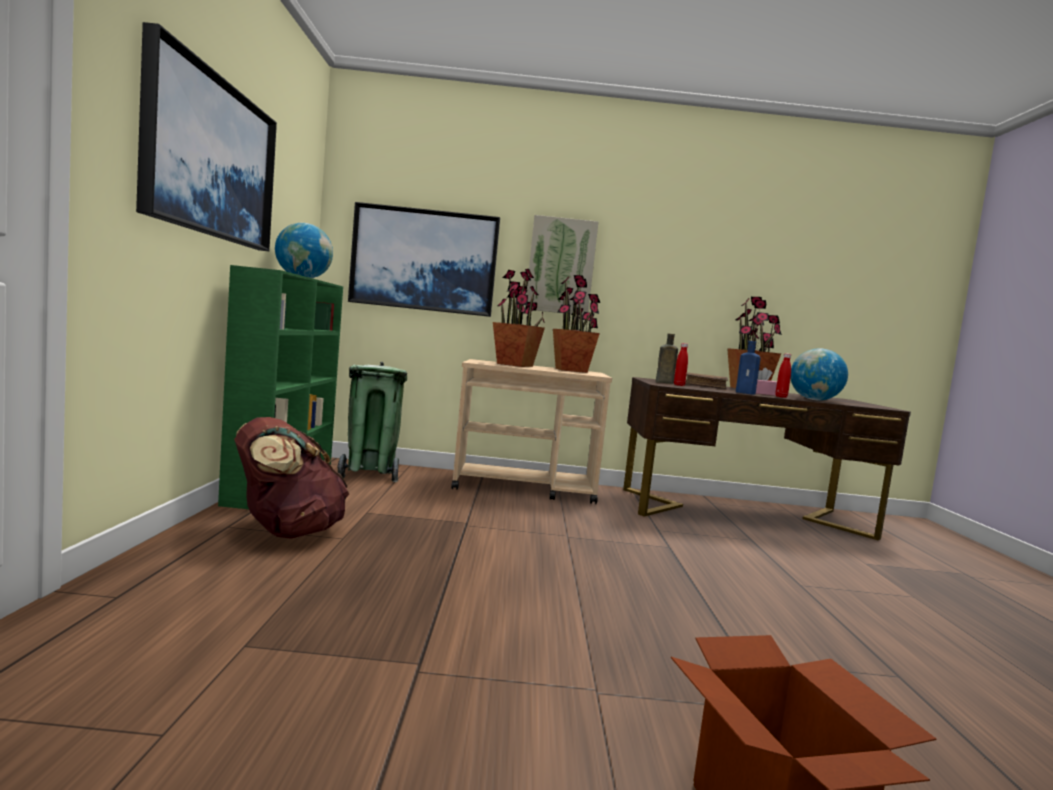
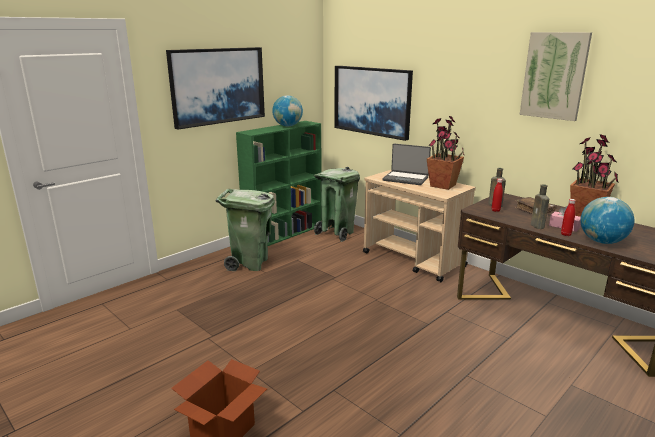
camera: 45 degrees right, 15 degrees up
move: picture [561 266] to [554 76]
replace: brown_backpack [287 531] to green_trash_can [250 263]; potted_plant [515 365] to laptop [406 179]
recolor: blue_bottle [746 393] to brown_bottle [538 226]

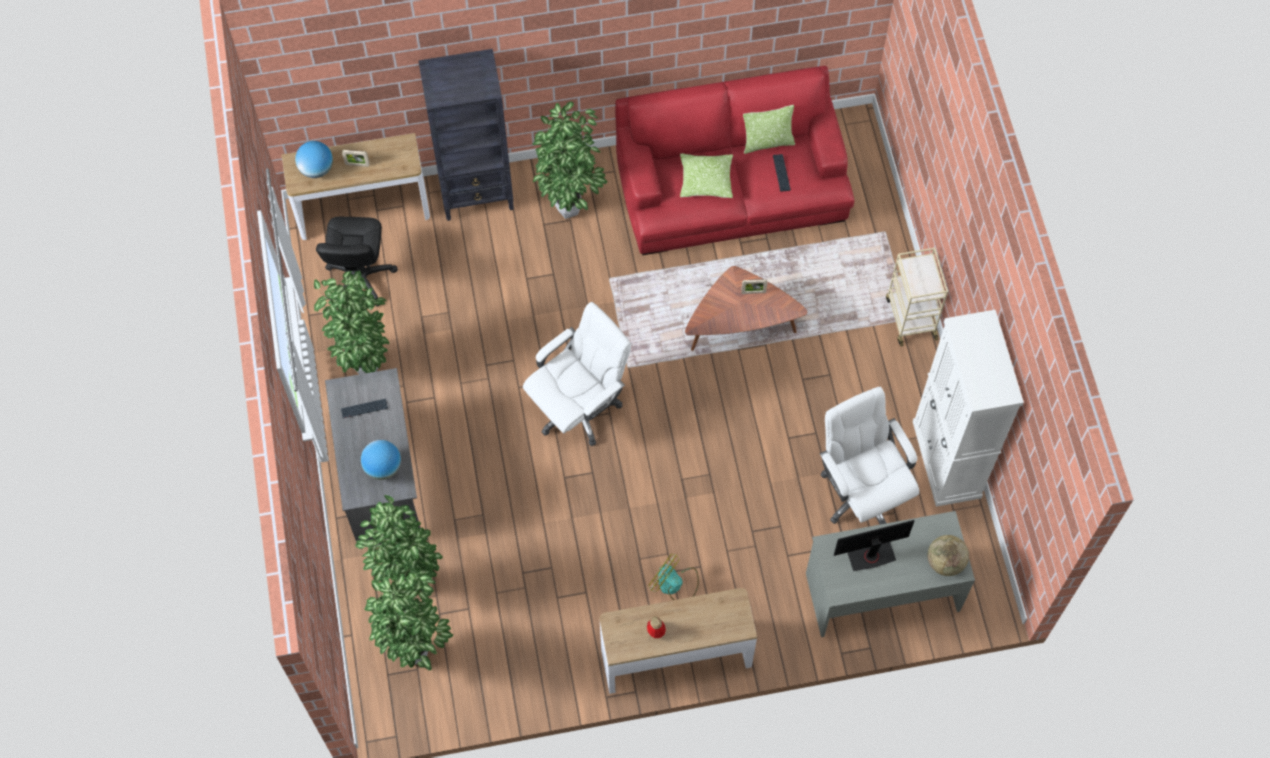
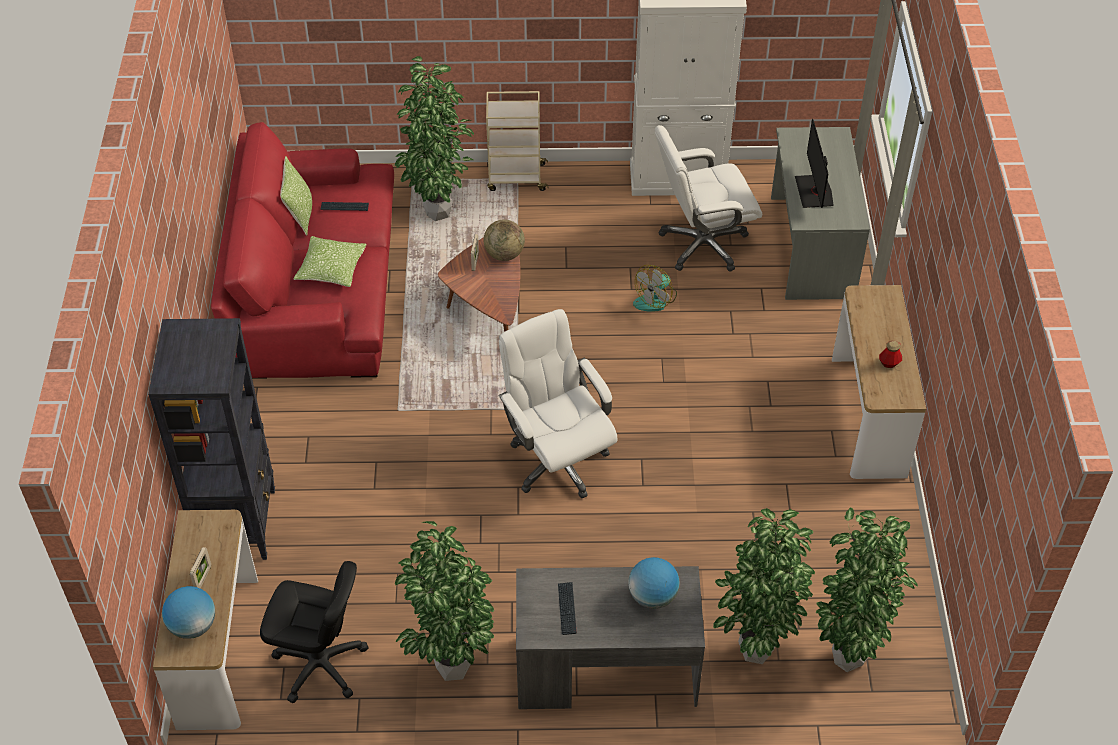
camera: 80 degrees left, 15 degrees down
move: potted_plant [571 209] to [437 211]; fan [674 584] to [655 299]; globe [945 562] to [504 254]

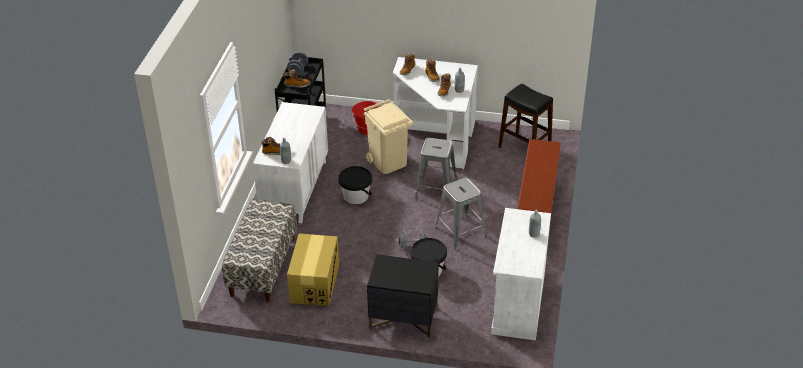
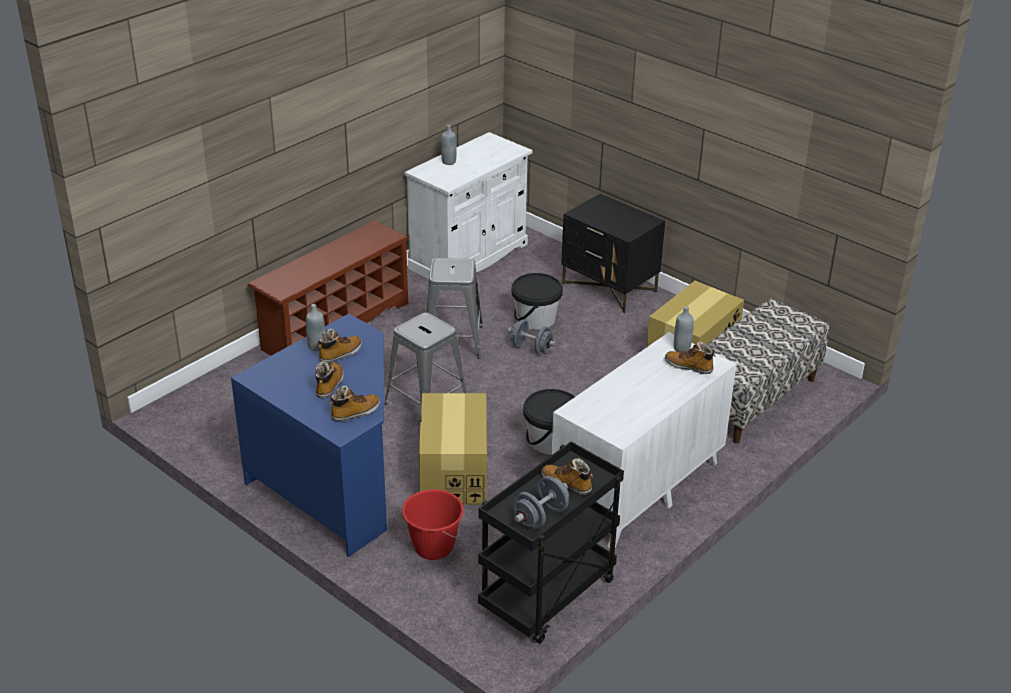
camera: 150 degrees left, 5 degrees down
delete: black_stool [524 148]
replace: beige_trash_can [388 162] to cardboard_box [454 473]
recolor: white_desk [437 137] to blue_desk [335 483]

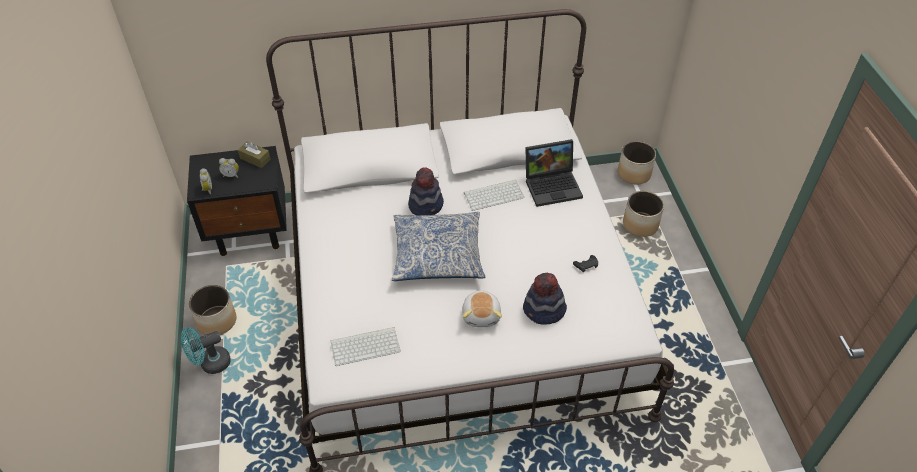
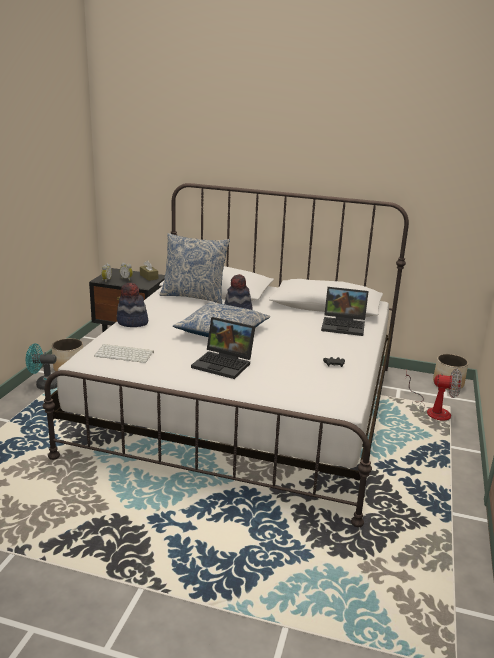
camera: 25 degrees right, 25 degrees down
delete: keyboard [494 195]
insert: pillow [194 296]
move: hat [544 310] to [132 322]
replace: plush_toy [482 315] to laptop [224 364]; planter [640 224] to fan [432 410]

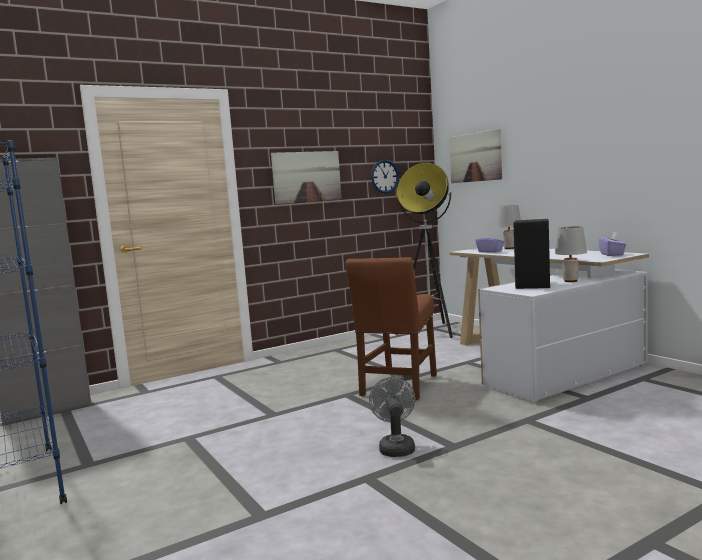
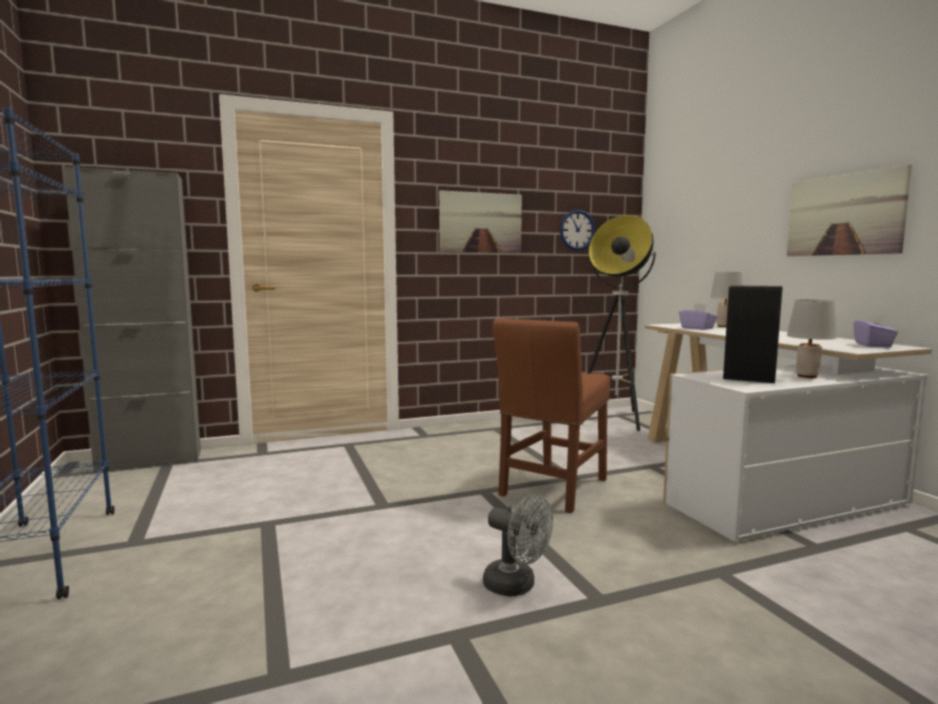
camera: 10 degrees right, 0 degrees up
move: picture [475 157] to [844 215]
rotate: grey_fan [396 447] = [516 586] 120 degrees clockwise

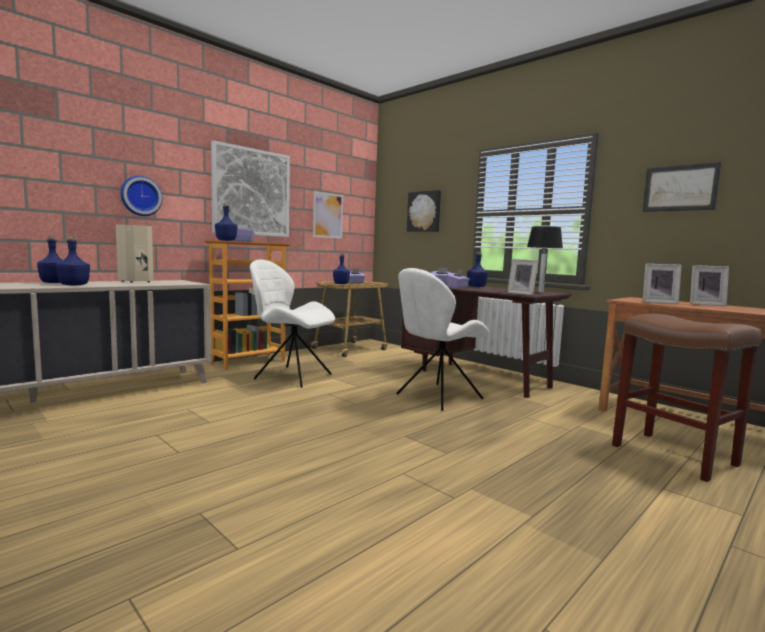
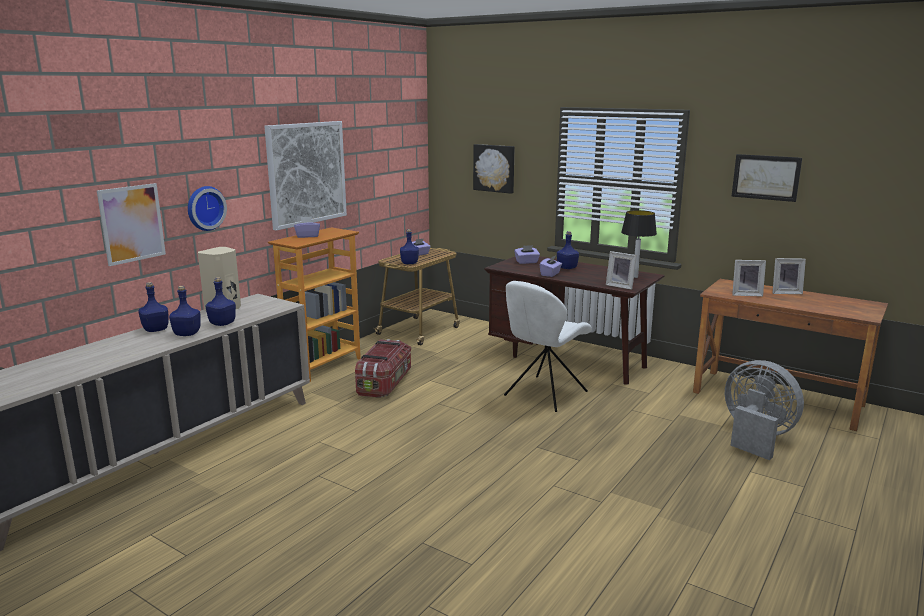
camera: 10 degrees left, 10 degrees up
move: blue_bottle [226 240] to [222 324]; picture [327 215] to [132 223]
replace: white_chair [291 376] to storage_box [385 383]; brown_stool [671 455] to grey_fan [755 437]

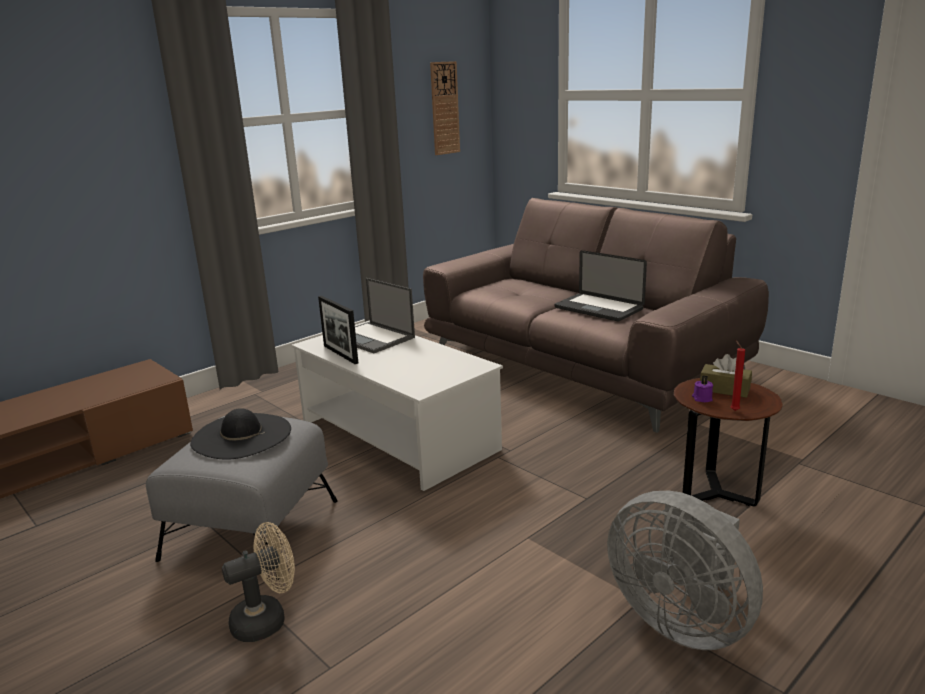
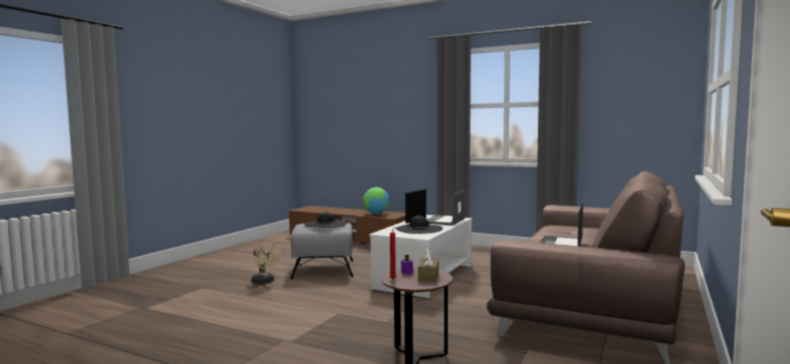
camera: 70 degrees right, 15 degrees down
delete: wall_clock [444 108]; grey_fan [681 620]
insert: globe [376 213]; black_hat [419 229]

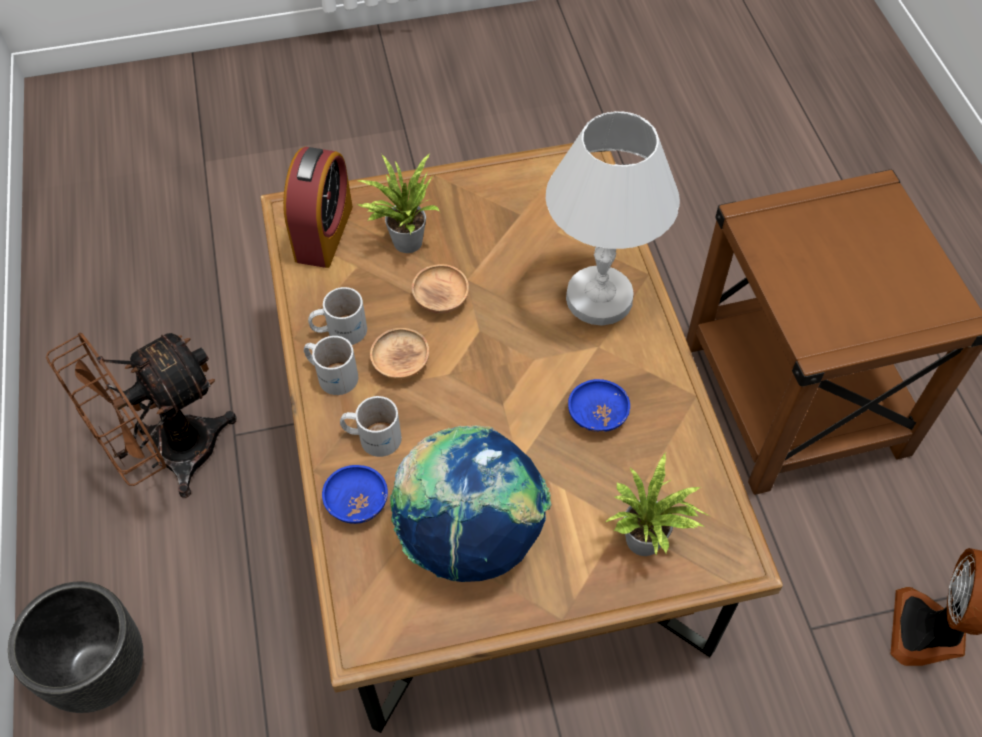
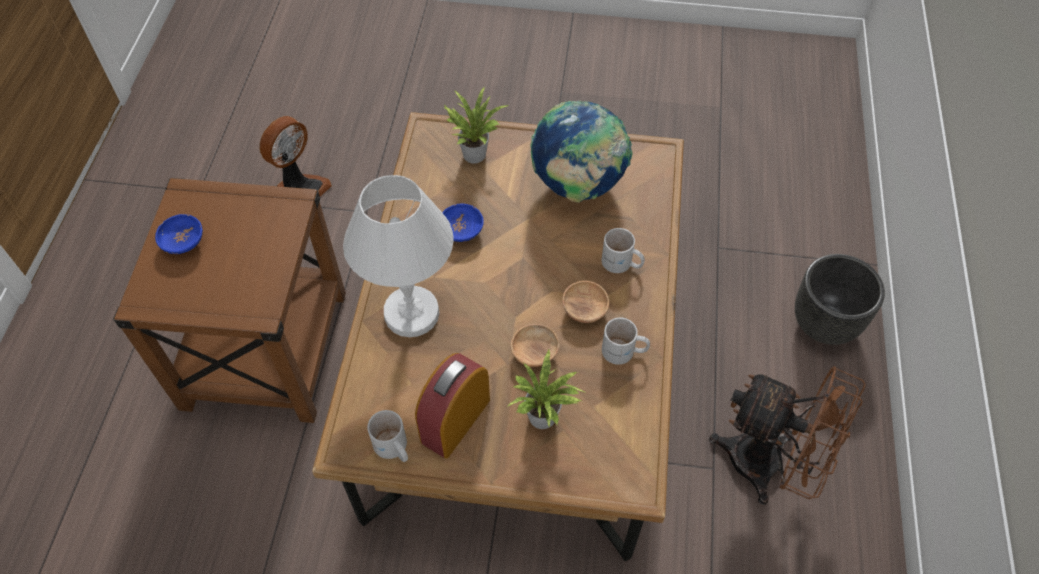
camera: 160 degrees left, 0 degrees up
move: alarm_clock [324 233] to [455 420]; white_mug [332 373] to [392 449]; blue_bowl [357 503] to [183 242]
rotate: brown_fan [169 457] = [769 466] 45 degrees clockwise

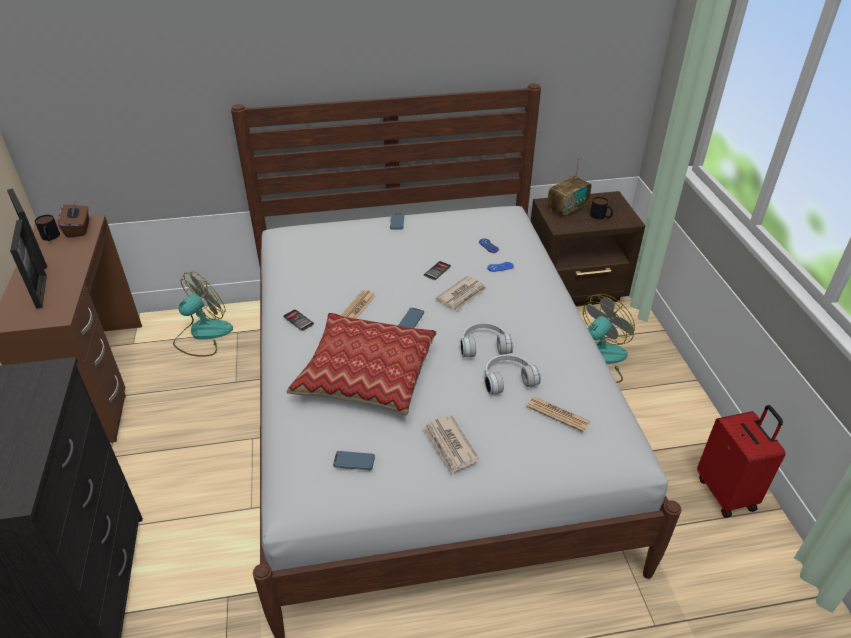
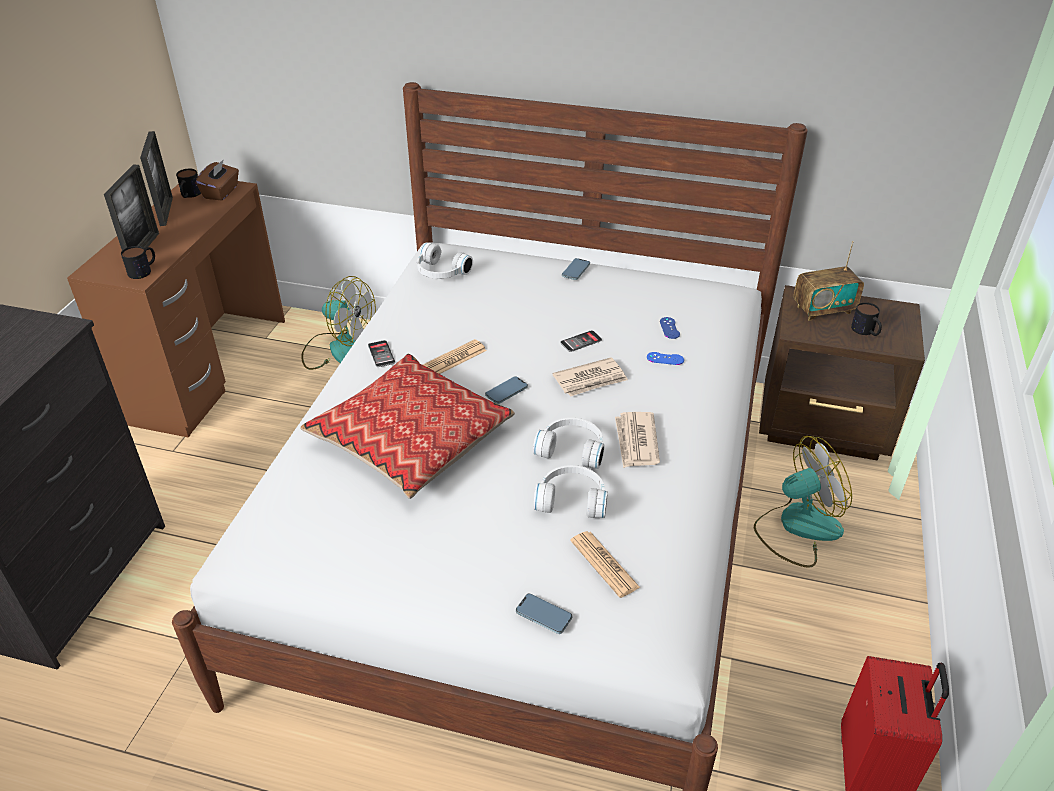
camera: 25 degrees right, 0 degrees up
insert: mug [144 270]; white_headphones [440 272]
move: phone [354 462] to [543 615]; newspaper [449 445] to [636 442]
rotate: fan [202 335] = [339 349] 45 degrees clockwise

